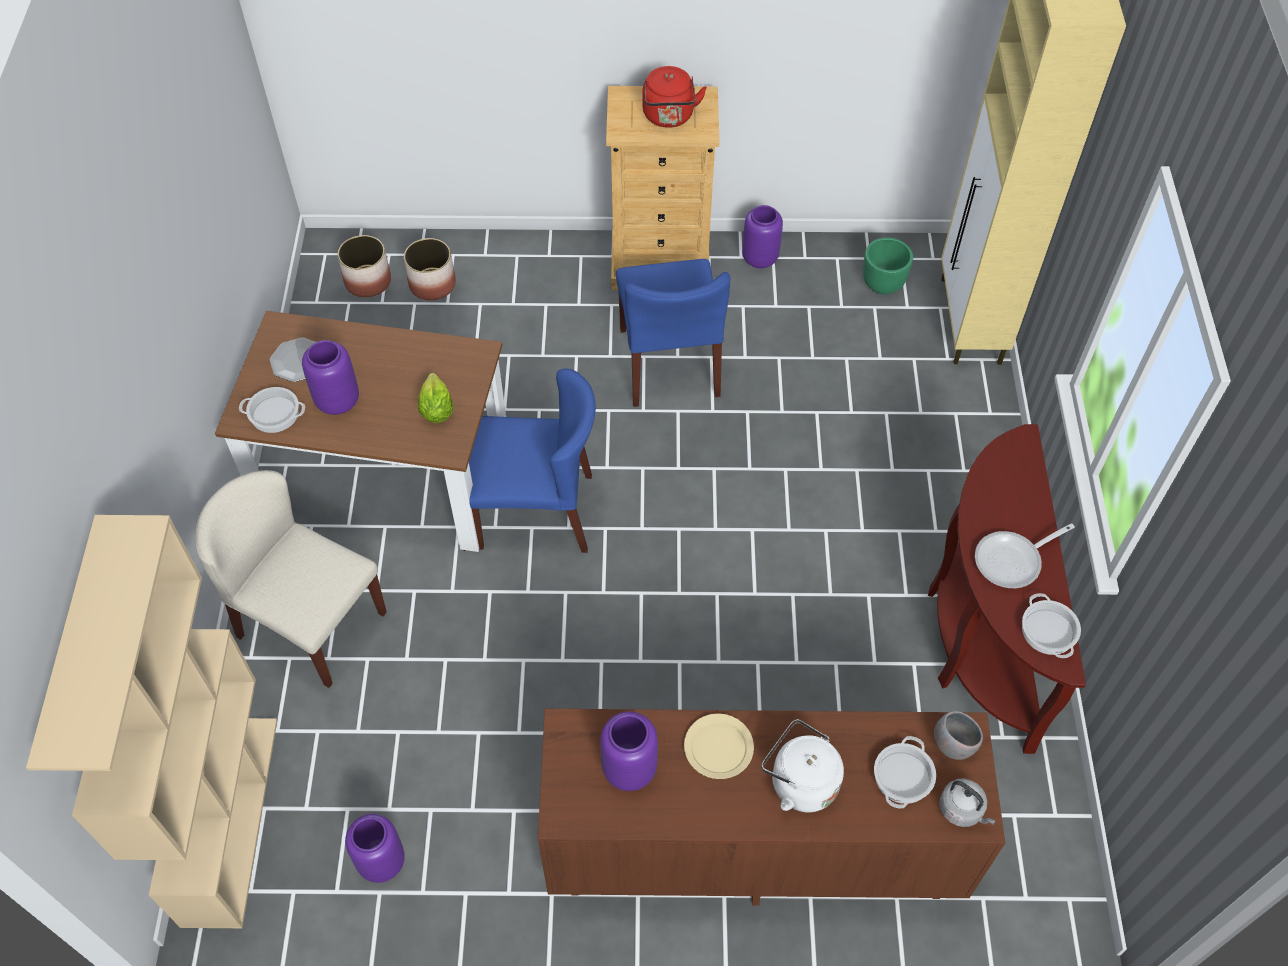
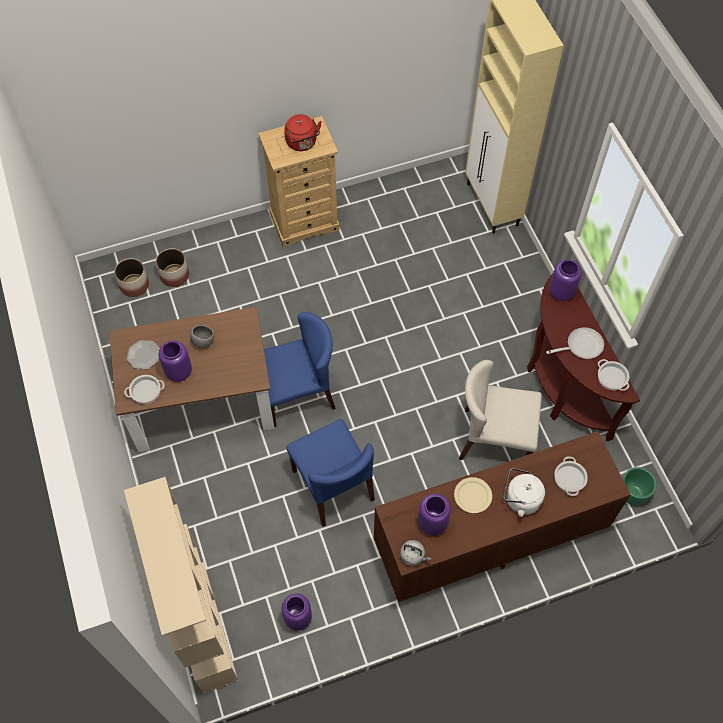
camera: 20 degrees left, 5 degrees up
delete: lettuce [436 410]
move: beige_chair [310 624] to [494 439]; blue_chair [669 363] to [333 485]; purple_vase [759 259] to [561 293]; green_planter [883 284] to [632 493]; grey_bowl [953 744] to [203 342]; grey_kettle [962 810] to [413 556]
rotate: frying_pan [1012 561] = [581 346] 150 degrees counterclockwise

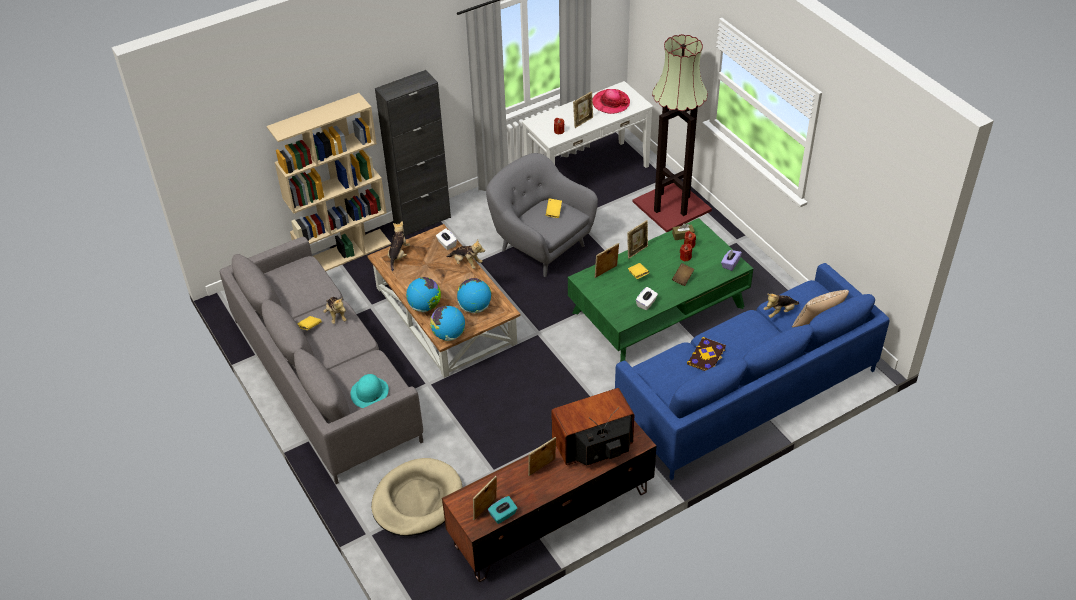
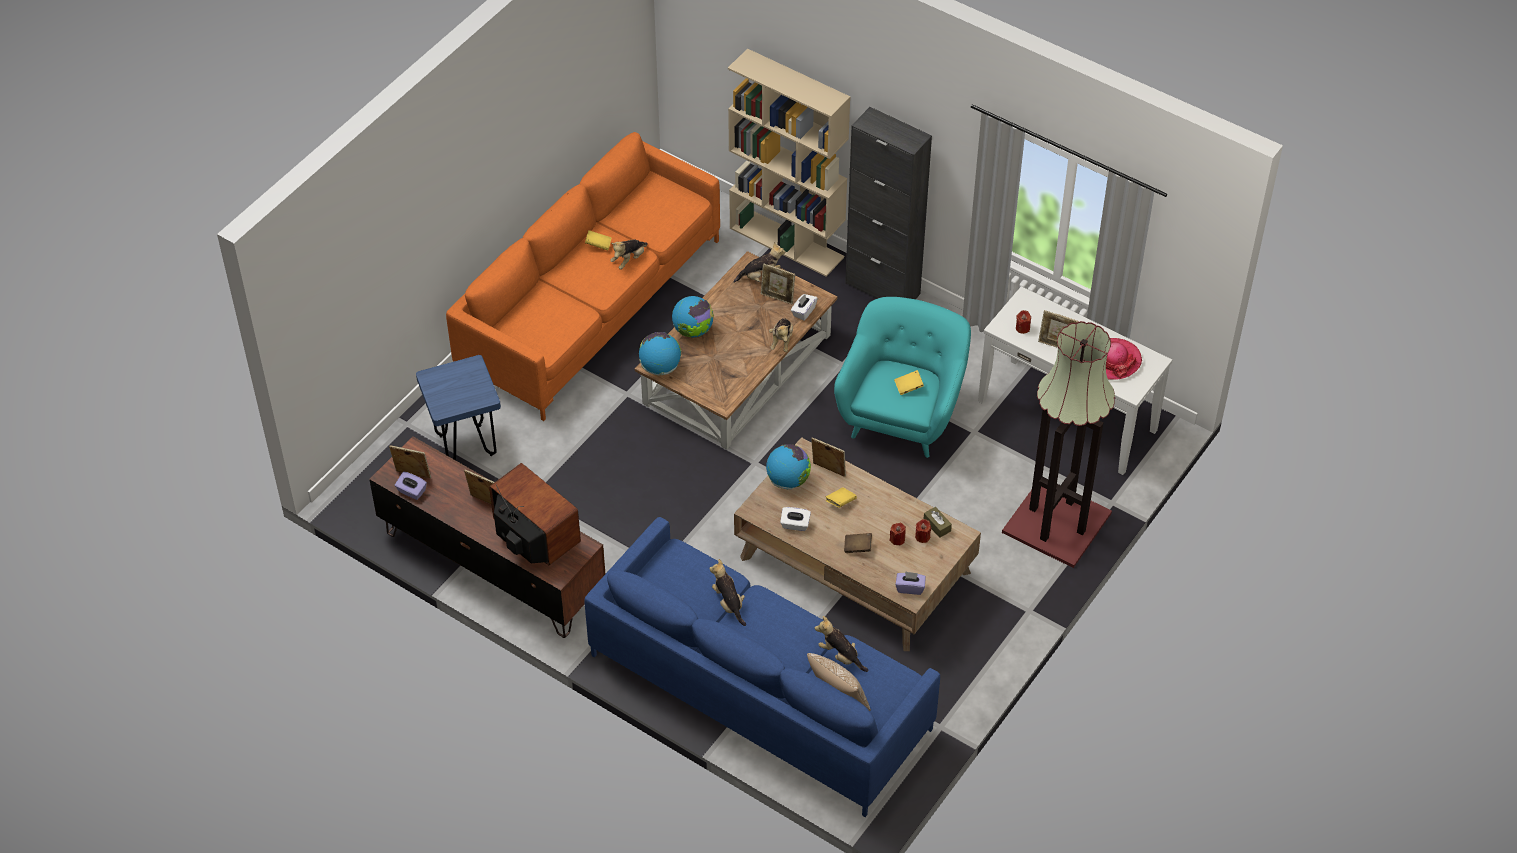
camera: 65 degrees right, 5 degrees up
delete: turquoise_hat [369 392]
move: globe [475 307] to [788 480]; picture_frame [637 251] to [777 298]
replace: beige_dog_bed [417 500] to blue_stool [466 445]; book [707 356] to plush_toy [728 603]
recolor: grey_sofa [325 379] to orange_sofa [591 306]; grey_armchair [541 246] to turquoise_armchair [902 415]; turquoise_tissue_box [503 515] to purple_tissue_box [411 491]; green_coffee_table [657 310] to brown_coffee_table [854 564]

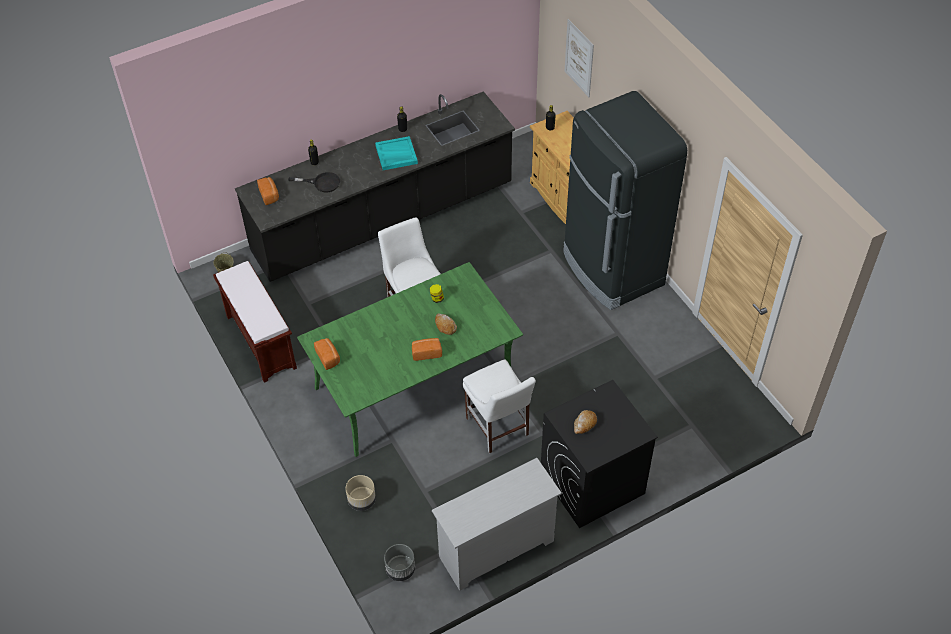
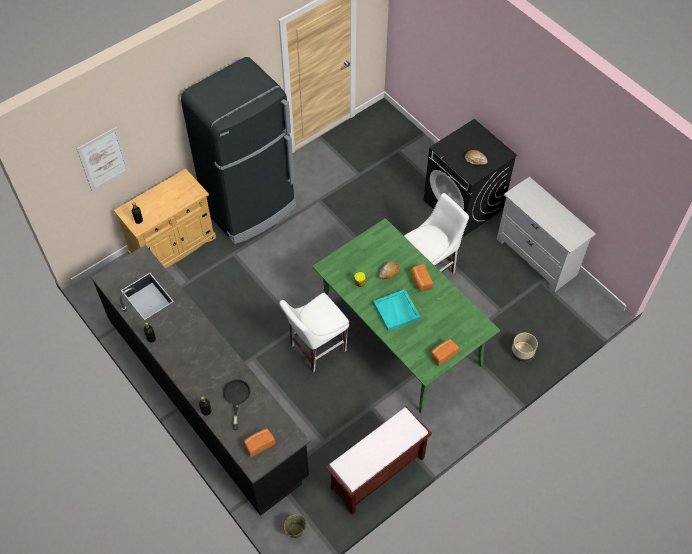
camera: 100 degrees left, 5 degrees up
delete: grey_planter [400 570]
move: turquoise_tray [396 155] to [396 311]

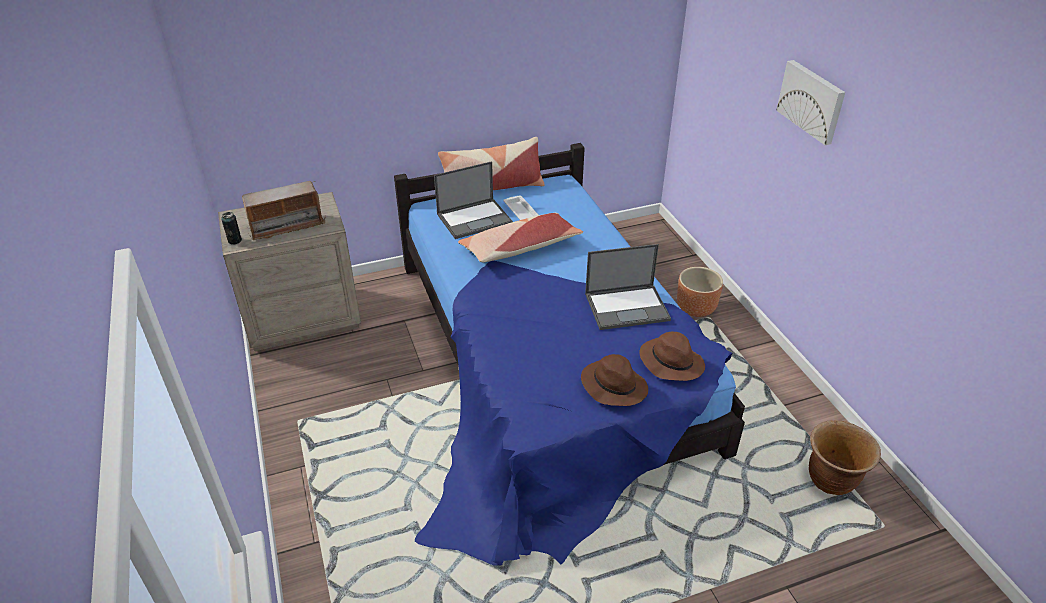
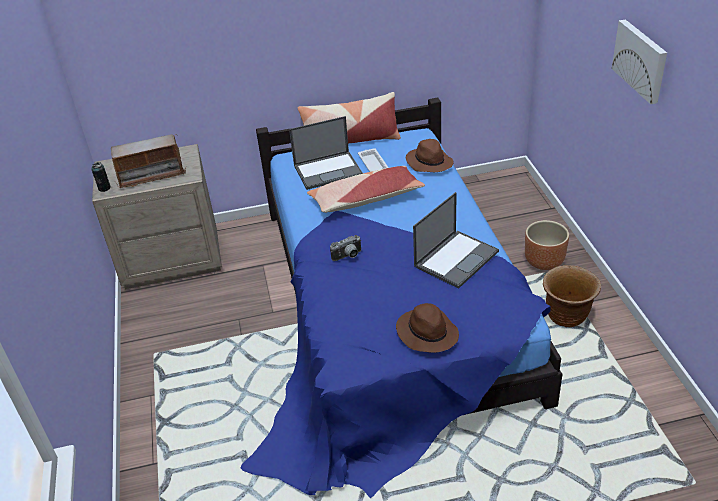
camera: 10 degrees right, 0 degrees up
insert: photo_camera [348 256]
move: brown_hat [670 362] to [429 162]; brown_planter [831 480] to [566 316]
rotate: laptop [627 307] = [456 258] 45 degrees counterclockwise

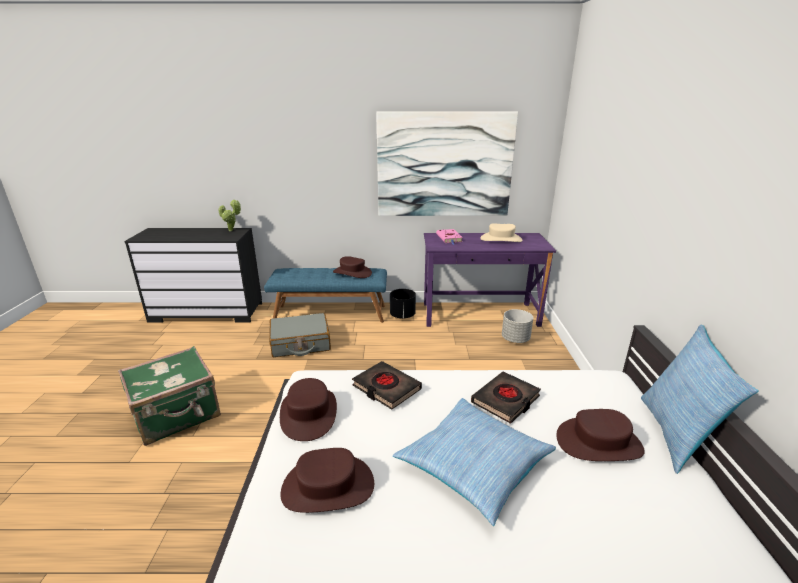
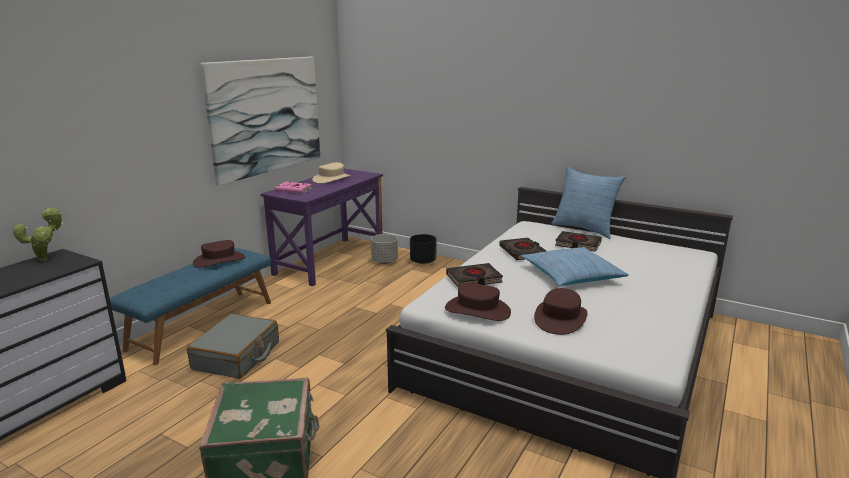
camera: 60 degrees left, 5 degrees down
move: black_planter [402 315] to [423 262]
replace: brown_hat [599 443] to black_book [577 244]

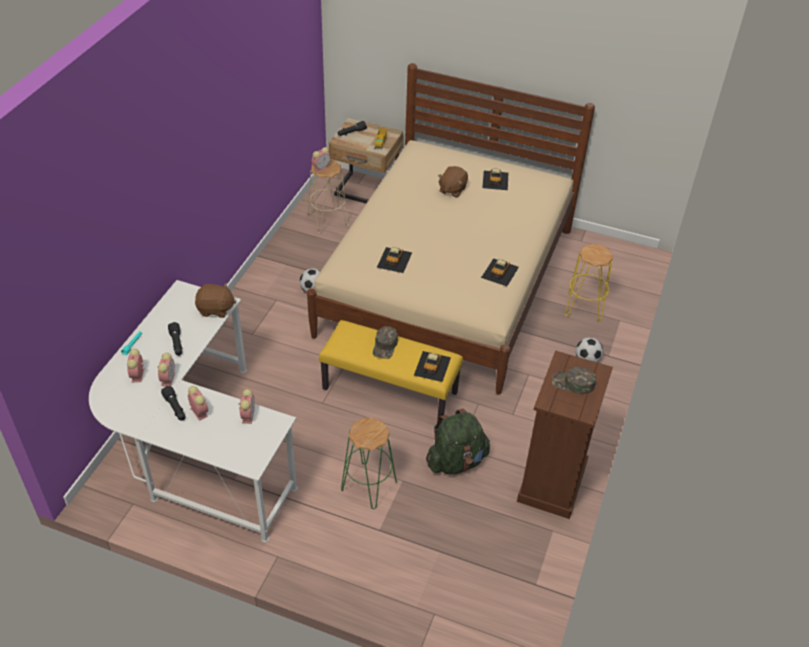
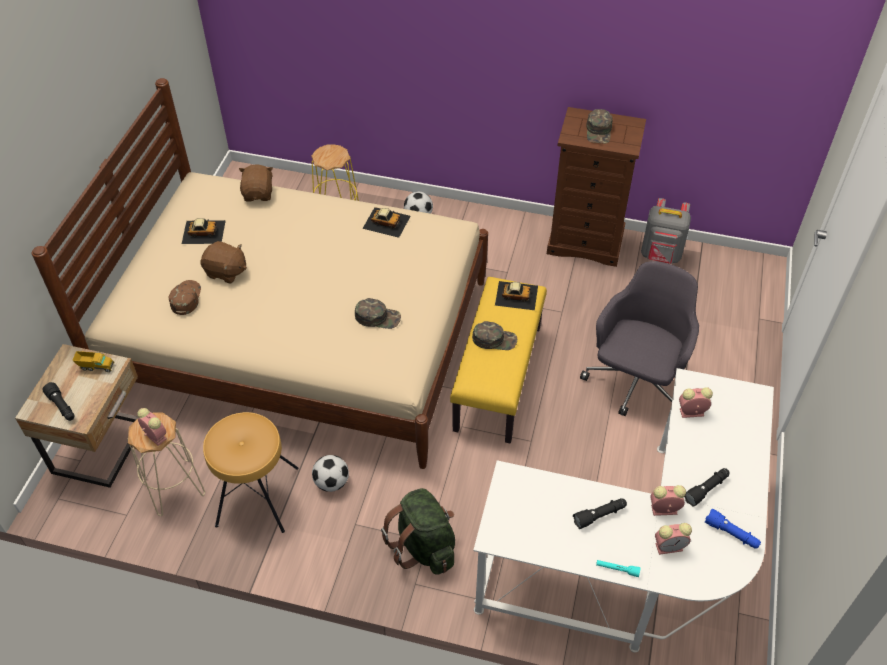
camera: 95 degrees left, 5 degrees up
delete: alarm_clock [198 412]
insert: brown_cap [185 298]; brown_stool [256 496]; grey_backpack [660 256]; blue_flashlight [731 534]
move: brown_plush_toy [215 309] to [258 194]; green_backpack [456 461] to [423 546]
replace: green_stool [368 486] to grey_office_chair [636 382]; toy_car [394 259] to green_cap [378 317]

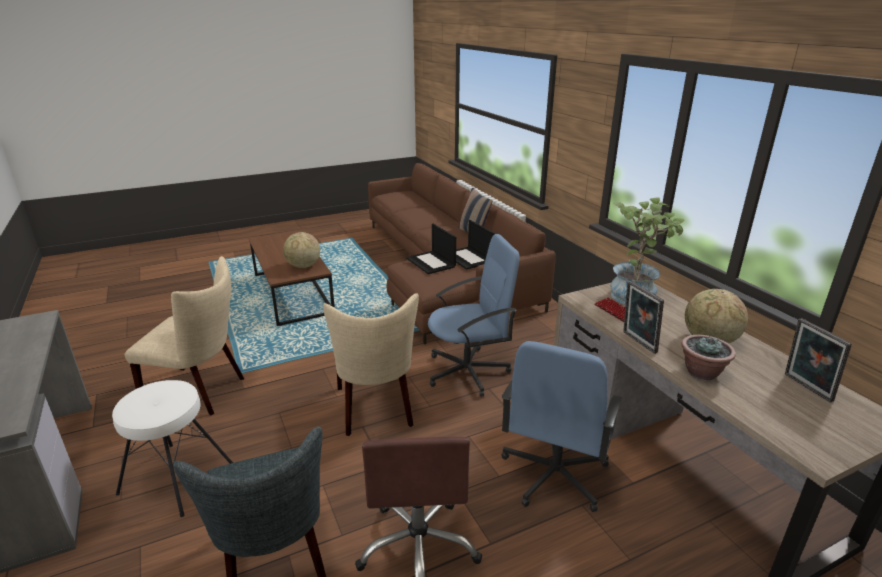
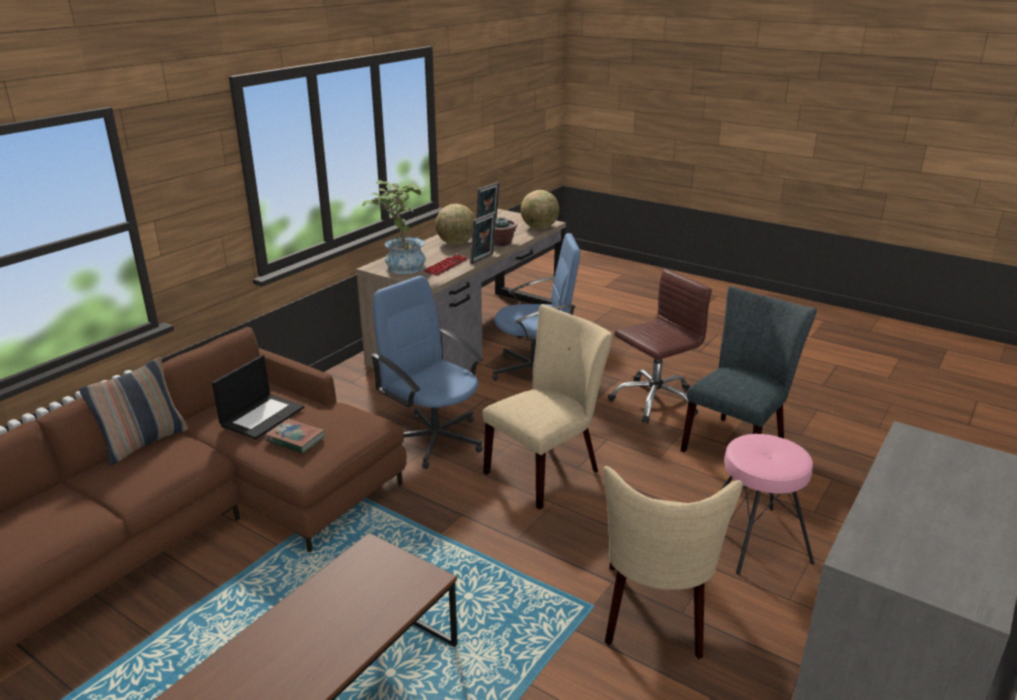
camera: 120 degrees left, 0 degrees up
move: globe [303 266] to [539 228]
replace: laptop [431 263] to book [295 439]
recolor: white_stool [177 477] to pink_stool [754 540]
rotate: beige_chair [201 391] = [655 616] 150 degrees counterclockwise

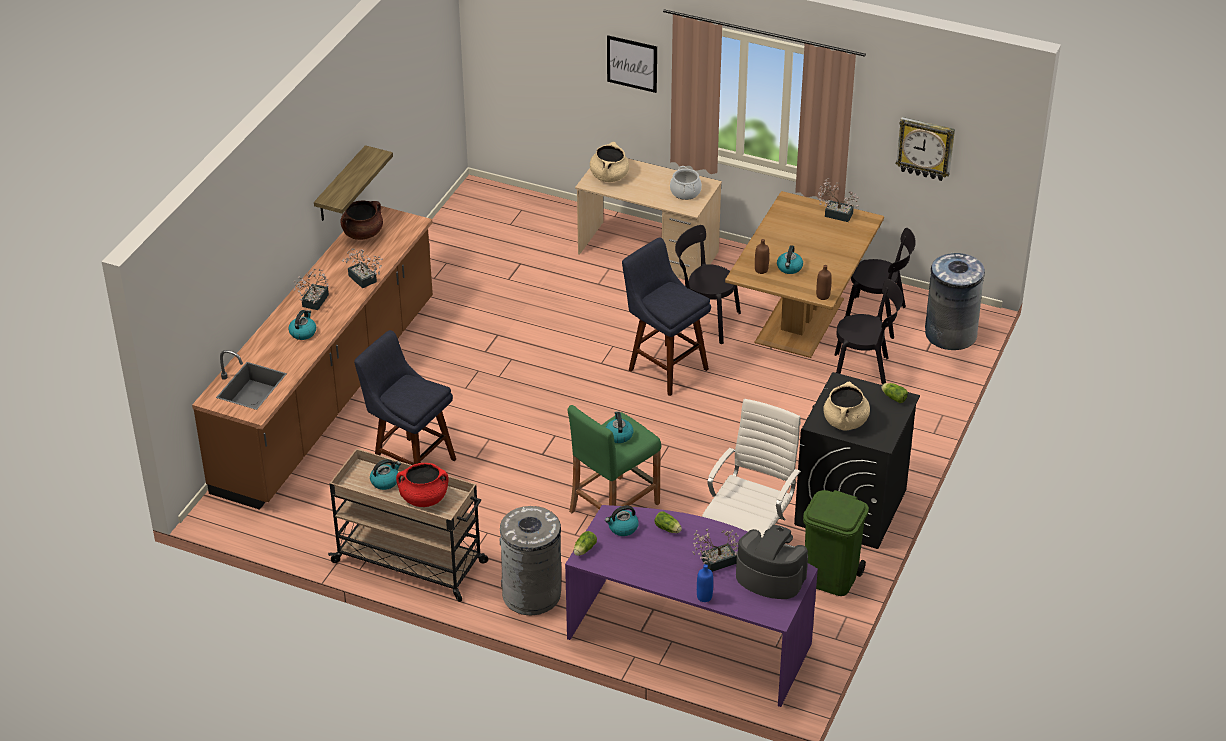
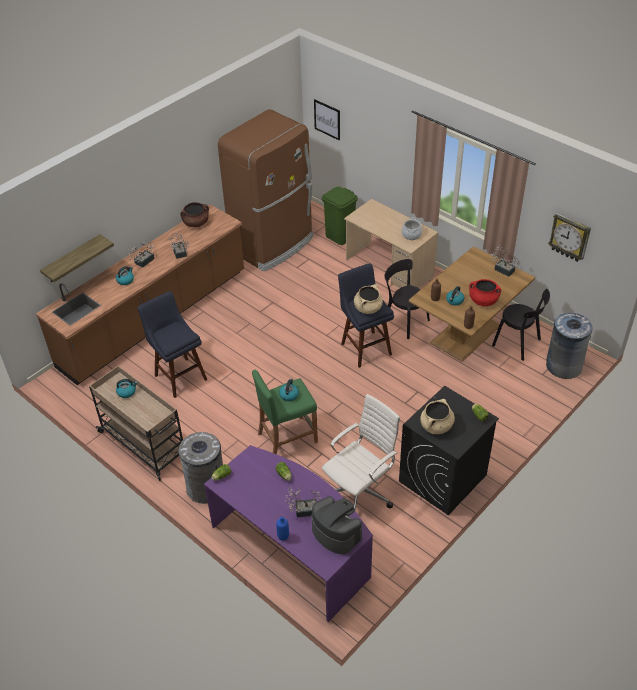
camera: 20 degrees right, 5 degrees up
delete: kettle [622 528]; black_chair [864 373]
insert: brown_fridge [273 245]
move: shelf [340 185] to [72 259]; red_cooking_pot [424 498] to [483 301]; beige_cooking_pot [609 176] to [368 308]; picture [632 63] to [327 119]; green_trash_can [831 578] to [340 236]

